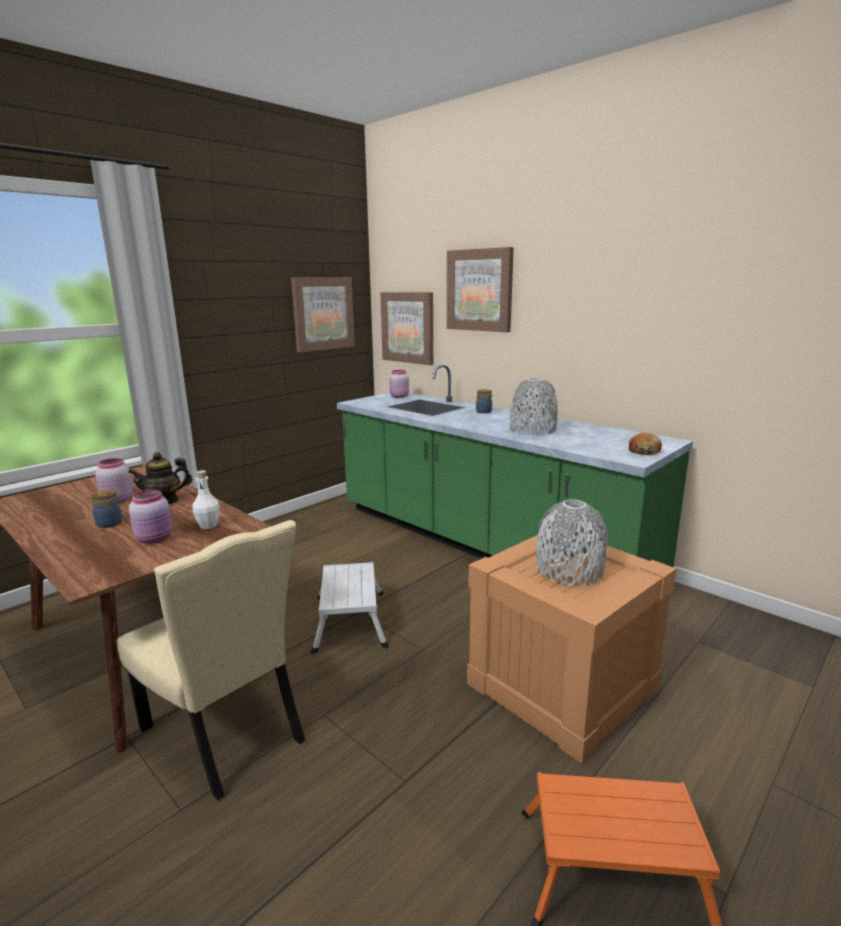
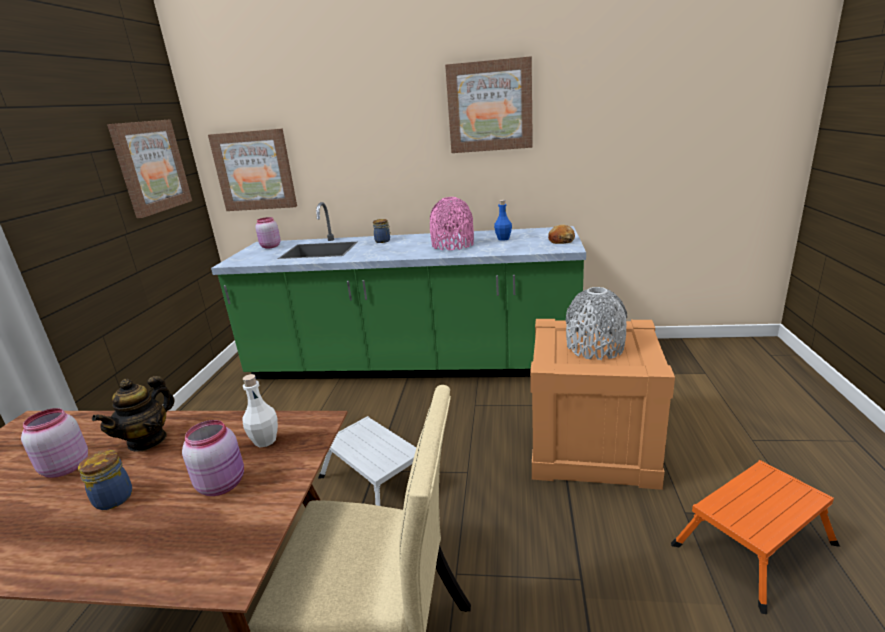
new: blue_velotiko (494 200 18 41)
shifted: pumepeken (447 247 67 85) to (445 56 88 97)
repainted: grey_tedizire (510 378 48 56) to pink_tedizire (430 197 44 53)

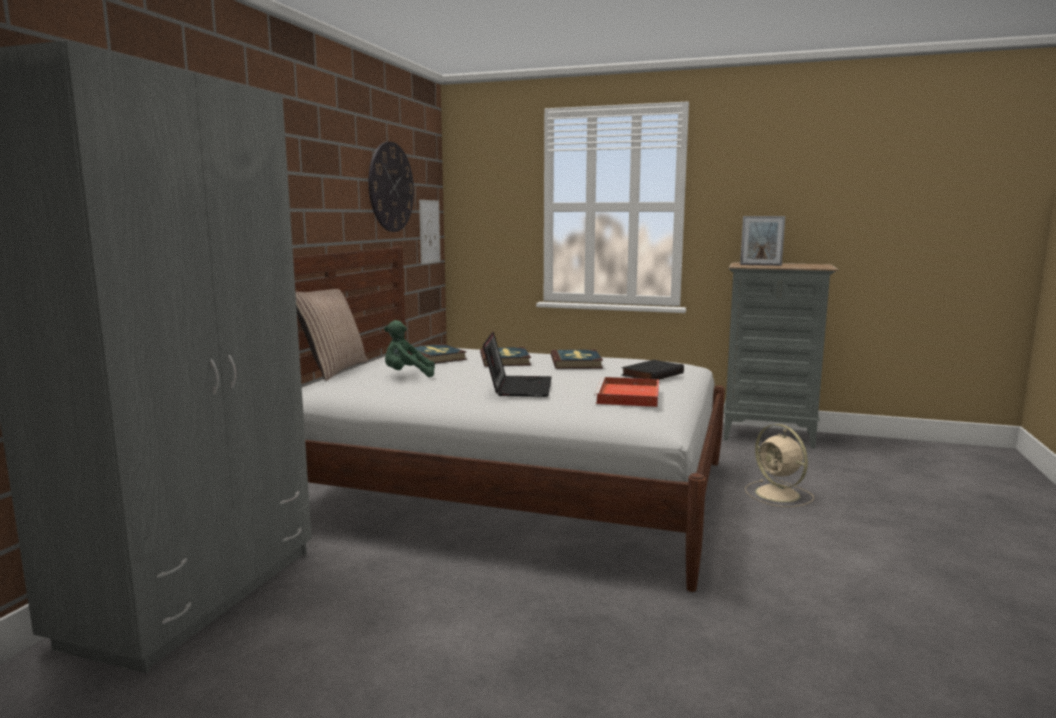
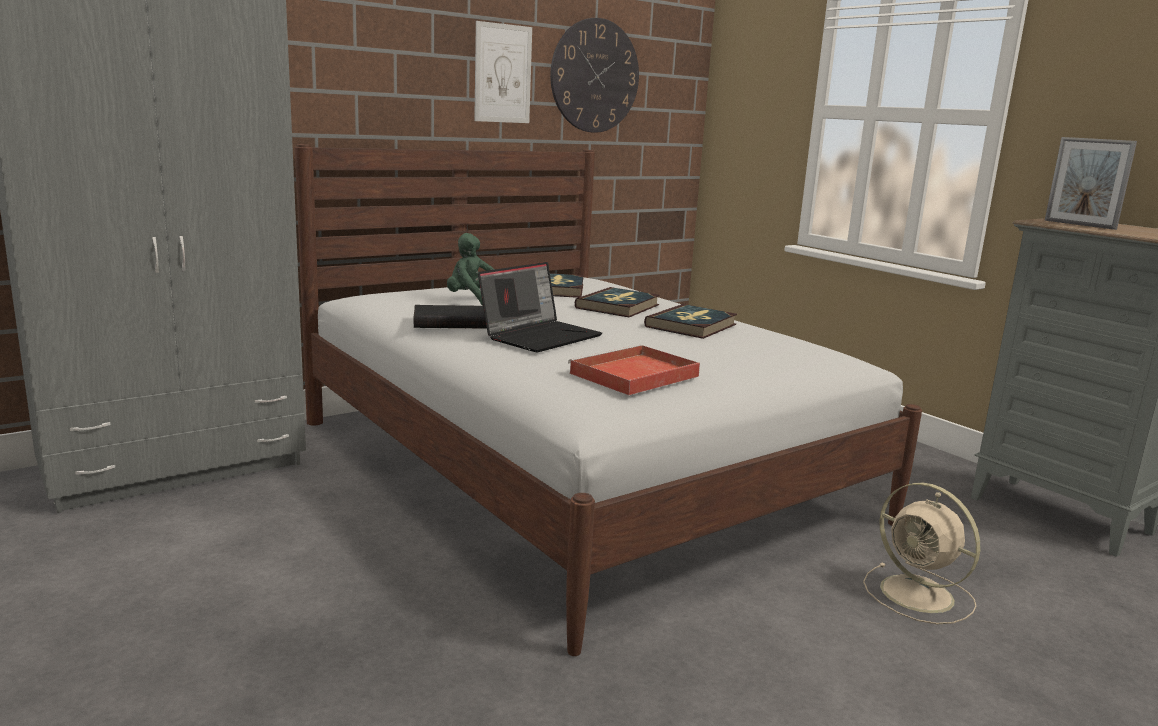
gone: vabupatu (295 289 73 92)
shifted: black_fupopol (621 360 63 20) to (414 305 73 24); pumepeken (419 200 22 64) to (474 21 58 102)
rotated: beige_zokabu (745 424 69 83) = (863 483 117 141) 45 degrees counterclockwise

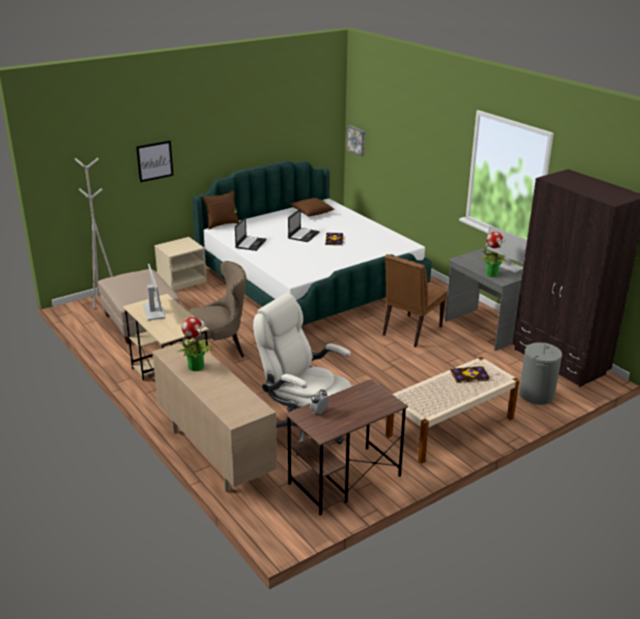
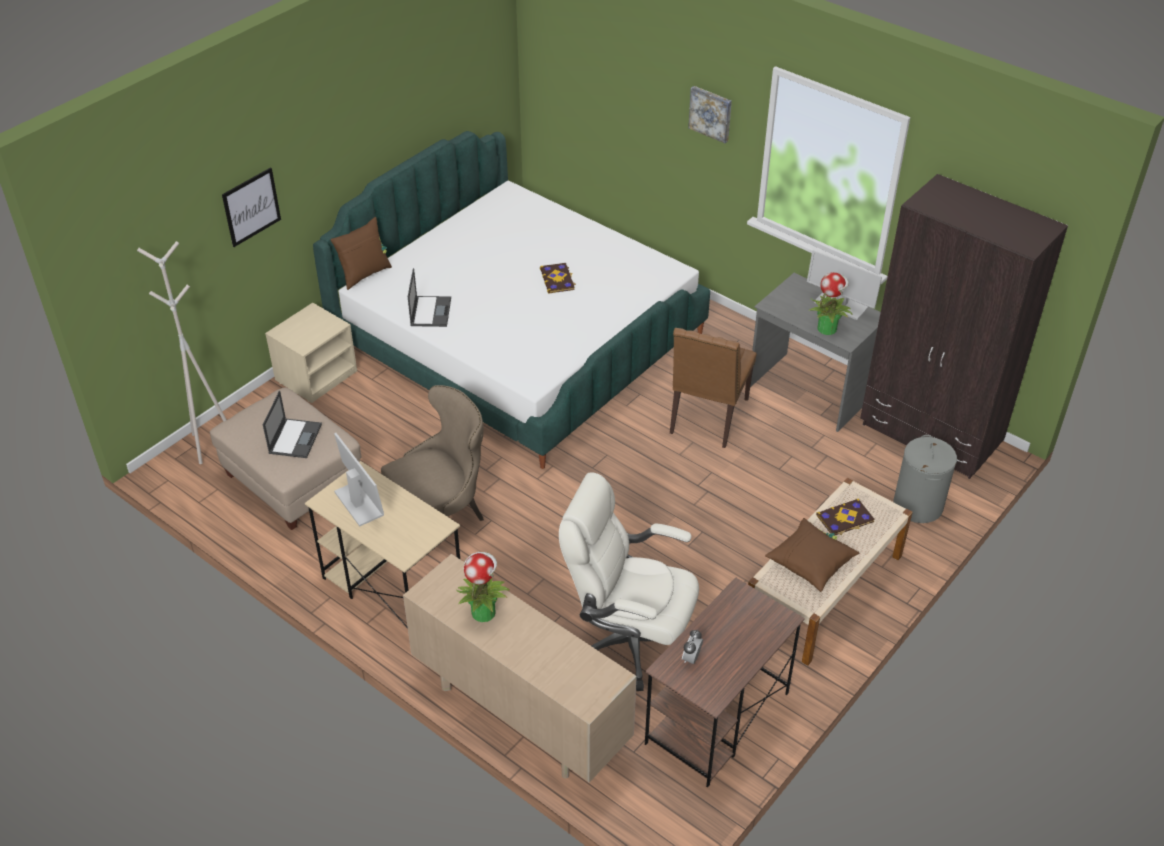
shifted: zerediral (288 208 32 34) to (263 391 59 67); pumepeken (347 125 18 31) to (688 86 44 57); brown_vabupatu (290 198 44 18) to (765 518 94 74)

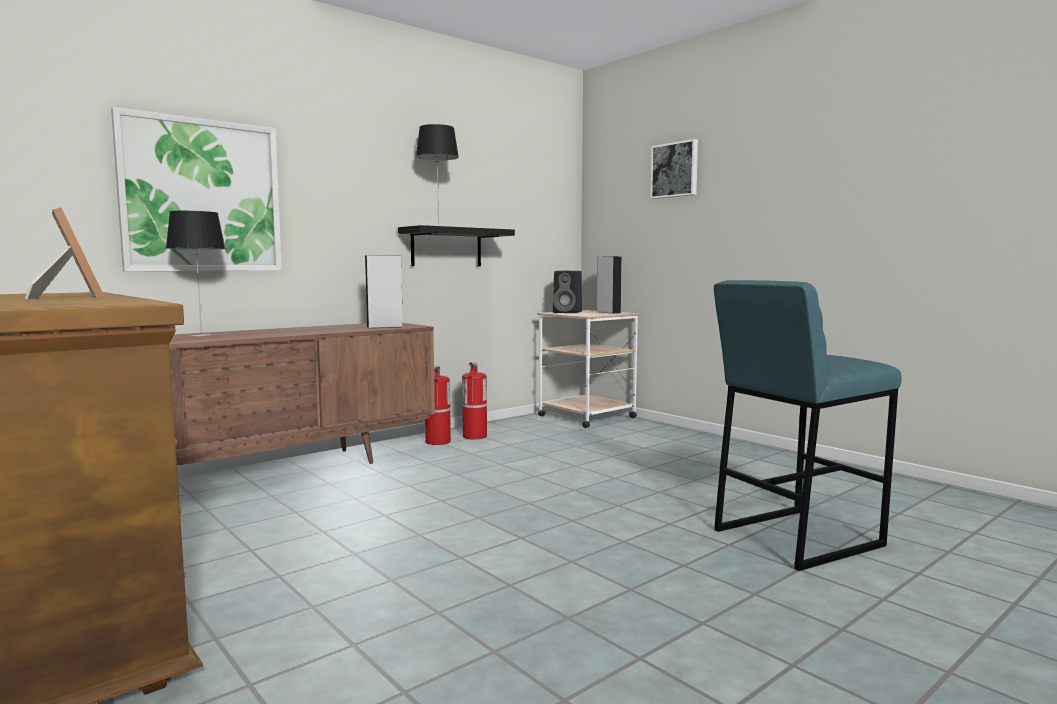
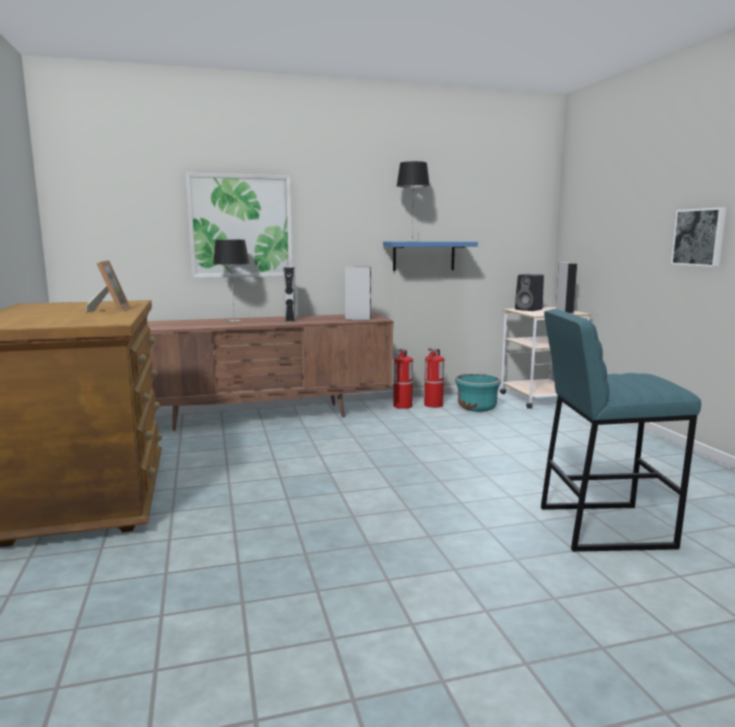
new: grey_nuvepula (284 266 13 56); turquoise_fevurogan (455 374 46 38)
shifted: pumepeken (650 139 48 60) to (671 207 55 60)
repainted: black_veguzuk (398 225 117 41) to blue_veguzuk (383 241 95 30)

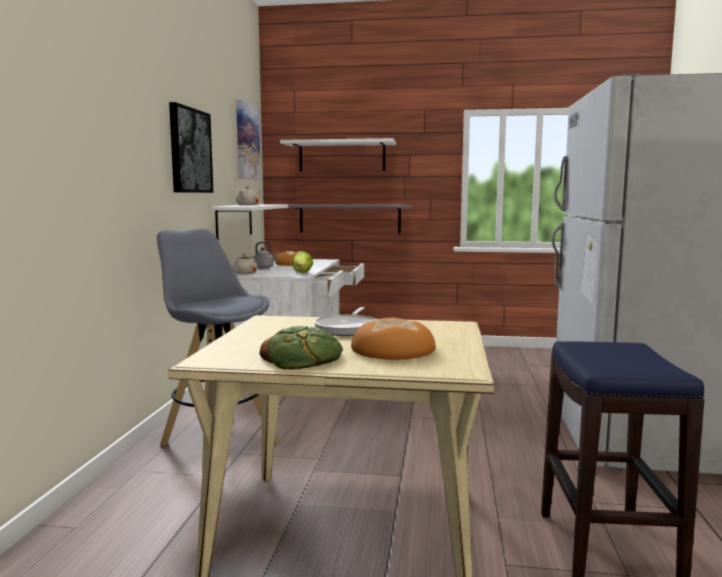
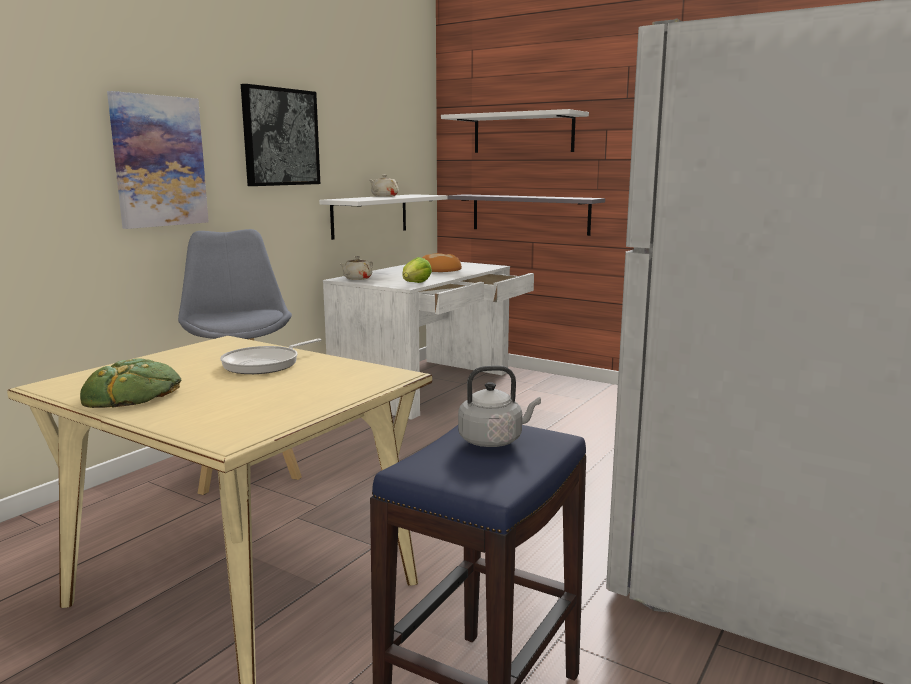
gone: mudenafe (351 317 85 43)
shifted: pumepeken (236 100 25 80) to (107 91 102 138); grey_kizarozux (252 242 27 27) to (458 366 83 81)

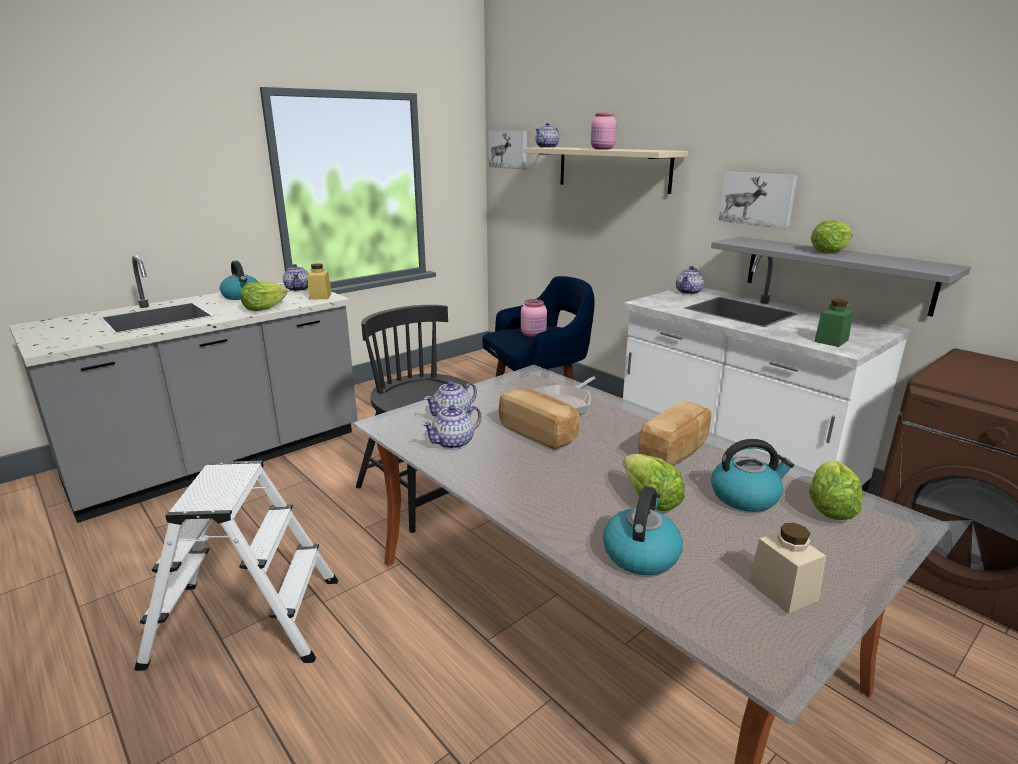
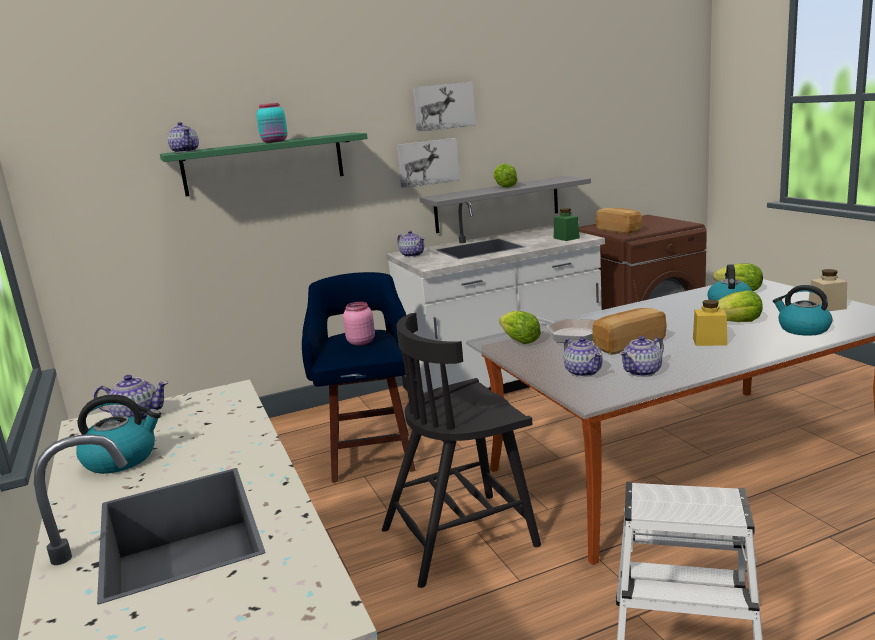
shifted: pumepeken (489 131 38 38) to (412 82 64 50); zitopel (240 281 47 30) to (499 311 42 33); mudenafe (638 401 73 64) to (596 208 46 26); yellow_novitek (307 263 24 37) to (693 300 34 46)
repainted: beige_veguzuk (523 147 165 47) to green_veguzuk (160 133 208 63); pink_novitek (591 113 26 36) to turquoise_novitek (257 103 30 40)
rotated: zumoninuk (422 405 59 44) = (619 336 45 41) 75 degrees clockwise

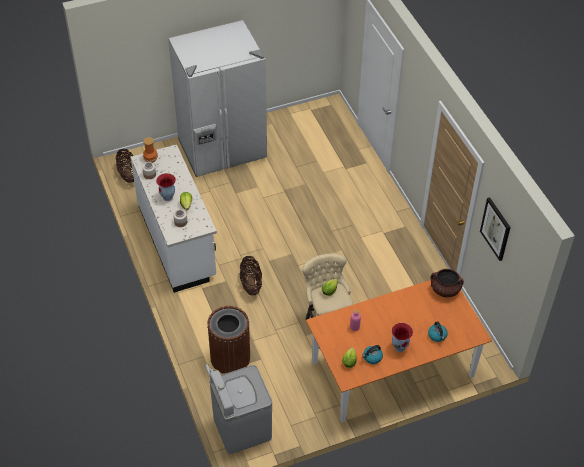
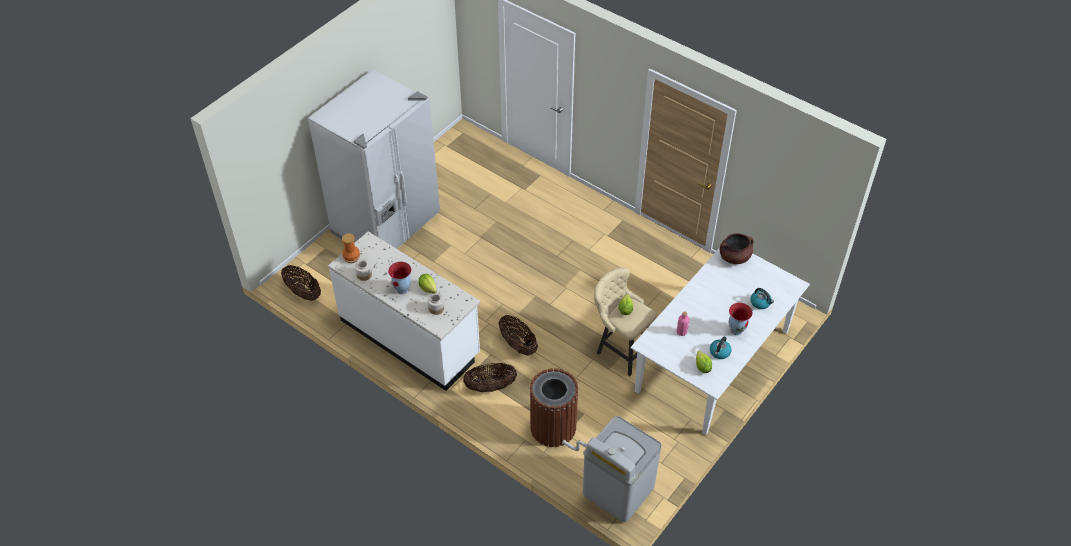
gone: pumepeken (480 197 31 64)
new: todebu (463 363 54 29)
repainted: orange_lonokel (306 280 186 143) to white_lonokel (631 248 179 187)

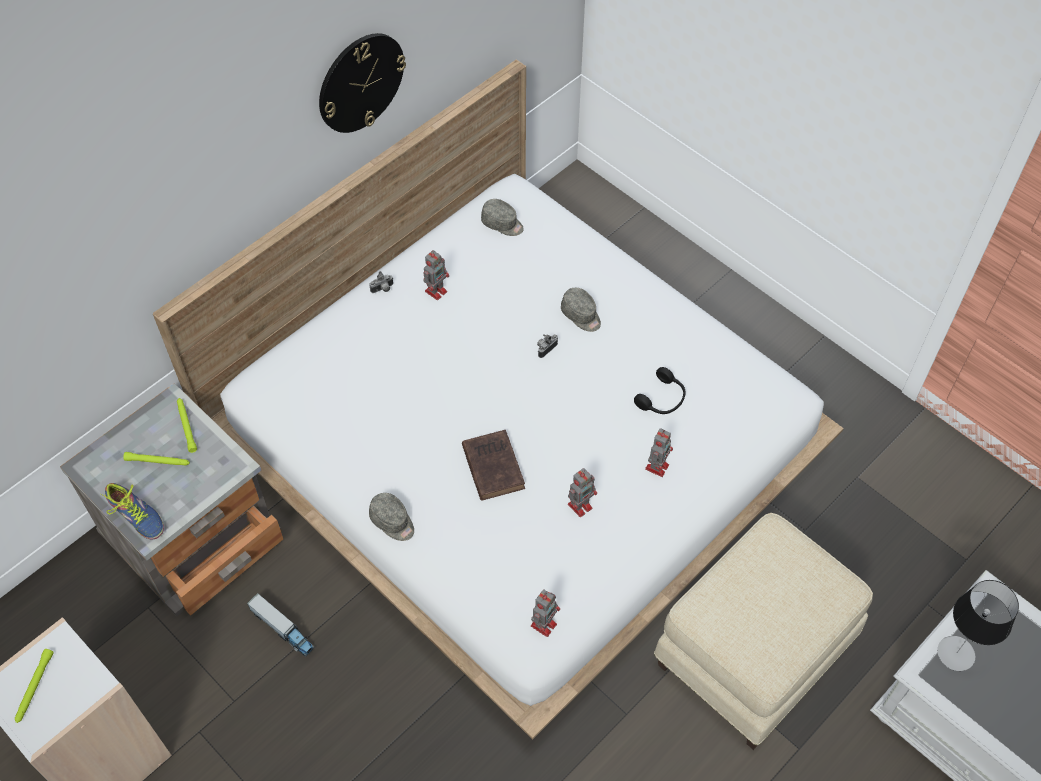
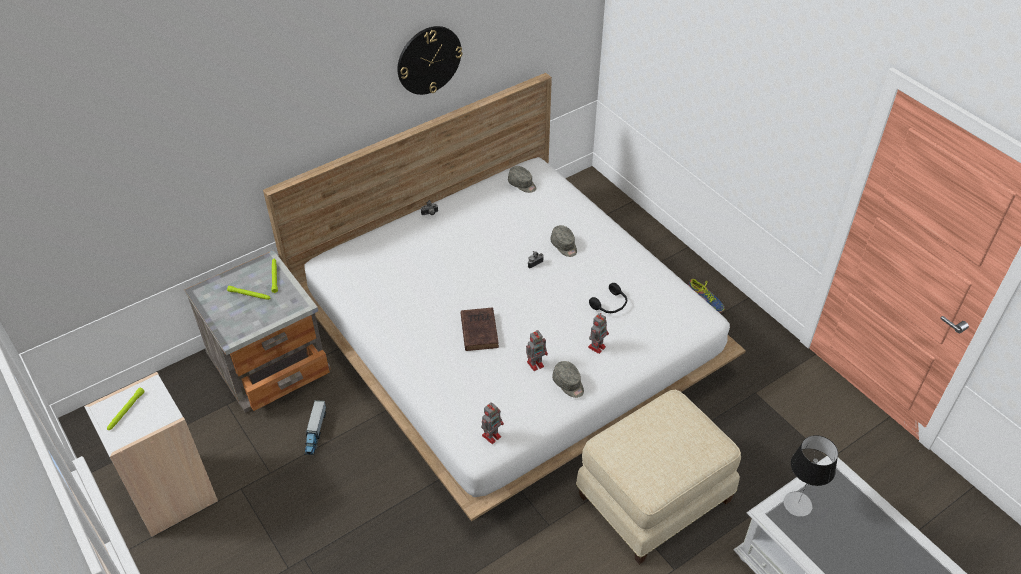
gone: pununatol (423 250 26 50)
shifted: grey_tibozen (369 493 45 48) to (552 361 32 37); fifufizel (101 483 63 56) to (688 279 36 34)
rotated: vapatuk (247 593 68 64) = (305 400 21 55) 45 degrees clockwise

